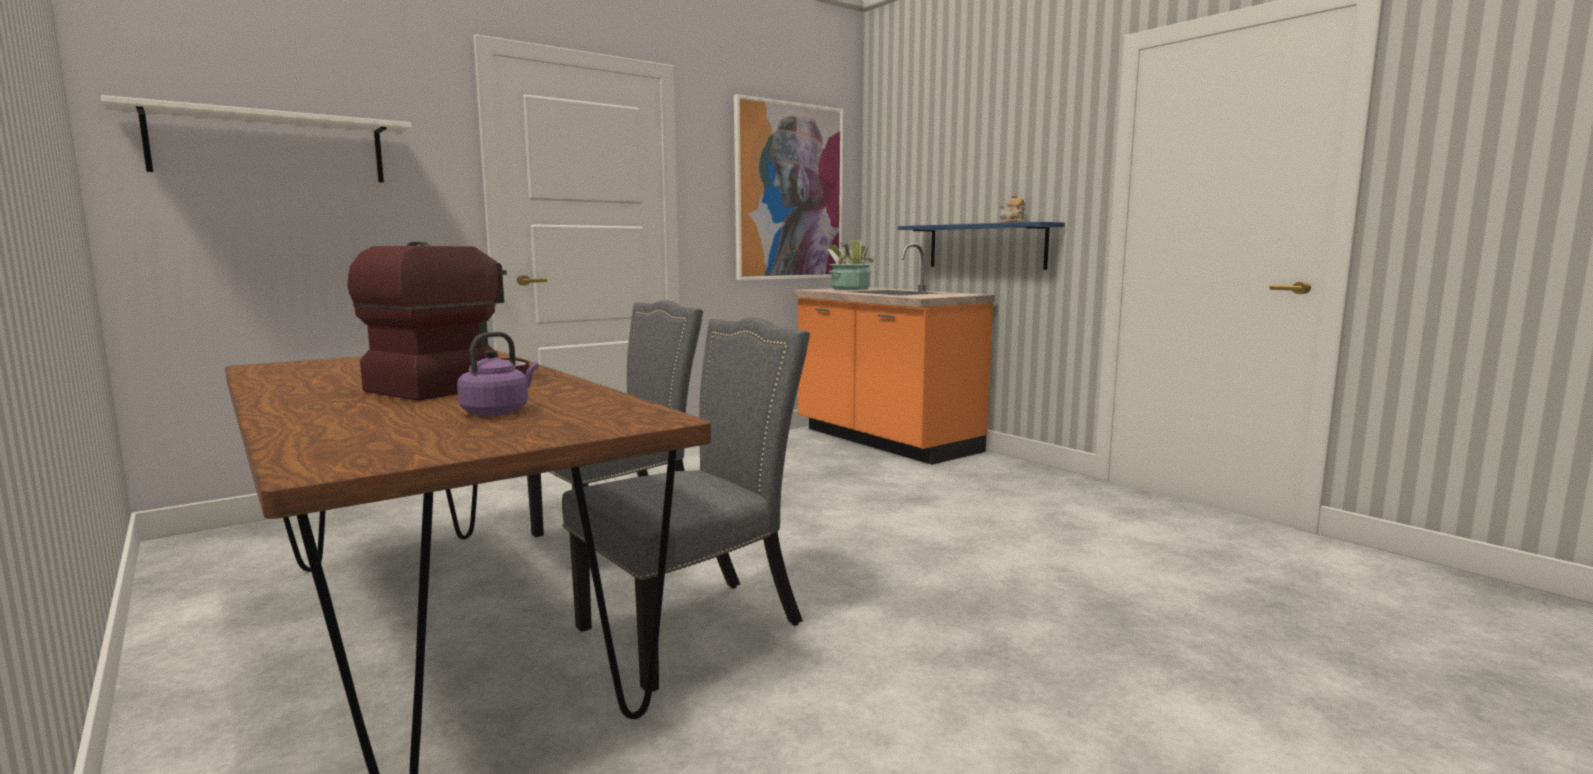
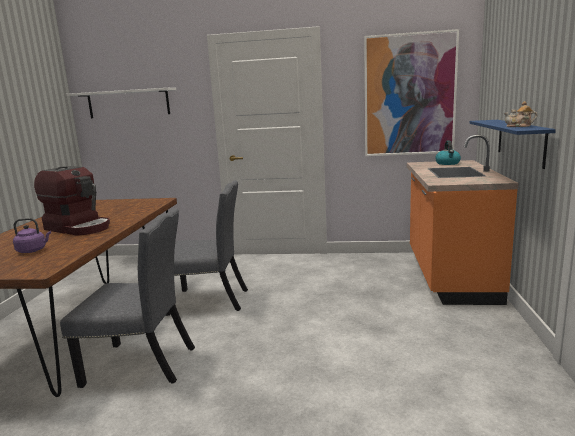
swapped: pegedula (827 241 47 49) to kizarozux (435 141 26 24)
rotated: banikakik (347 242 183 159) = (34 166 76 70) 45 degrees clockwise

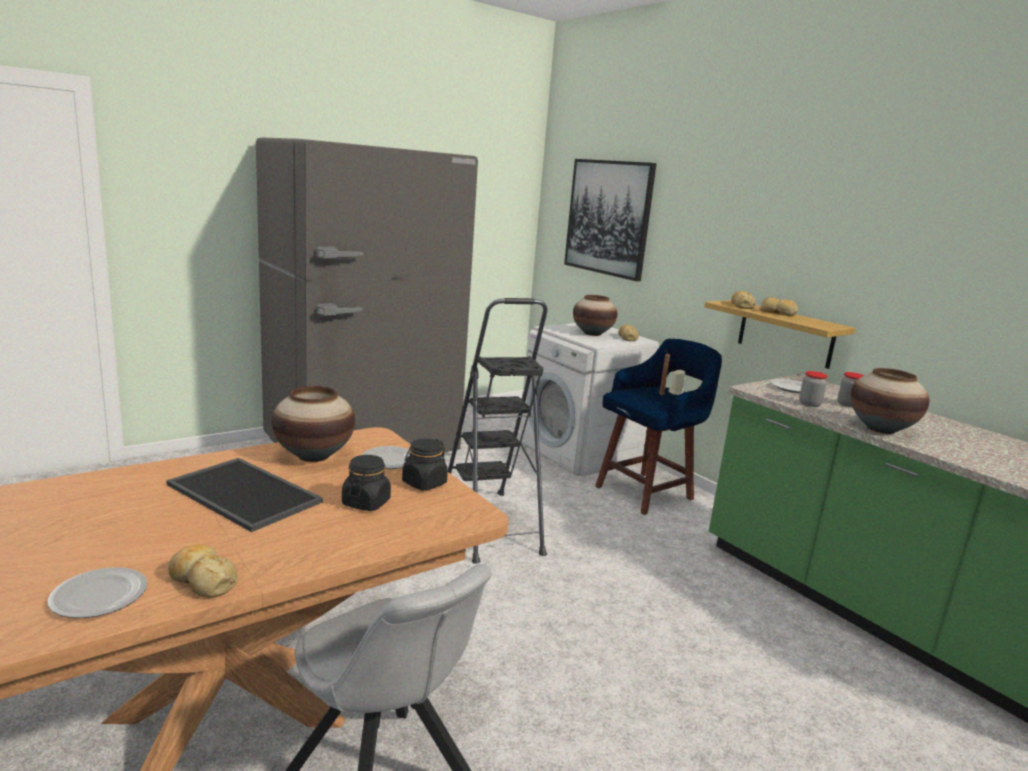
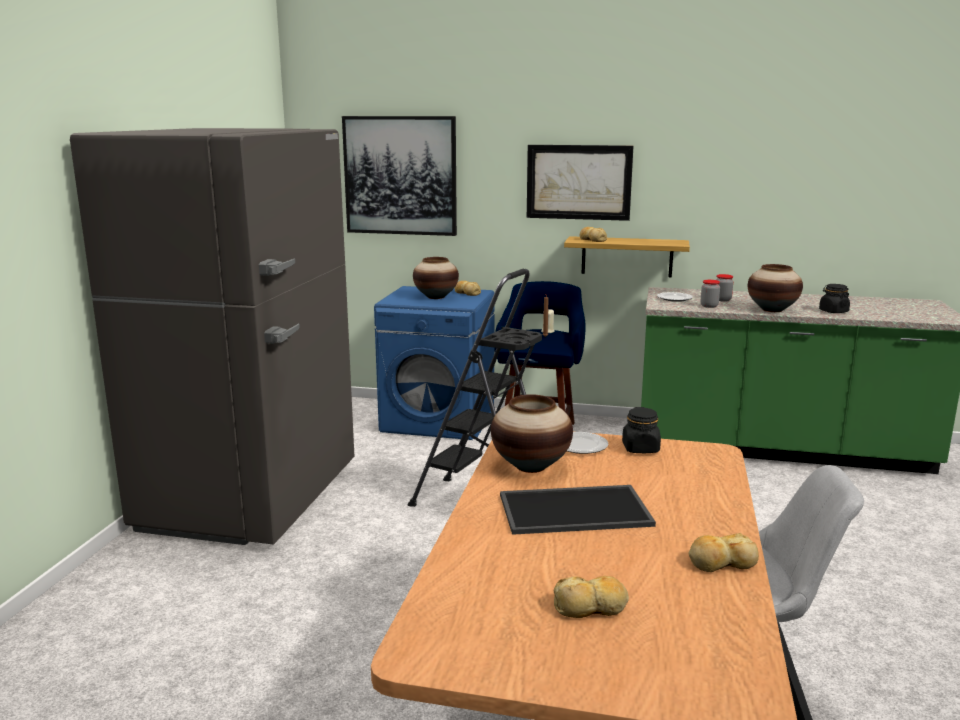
gone: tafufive (47 567 100 51)
new: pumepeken (527 145 106 76)
shifted: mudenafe (760 297 38 19) to (554 576 75 42); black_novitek (342 455 49 56) to (819 284 31 29)
repainted: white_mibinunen (520 323 139 153) to blue_mibinunen (374 286 121 154)

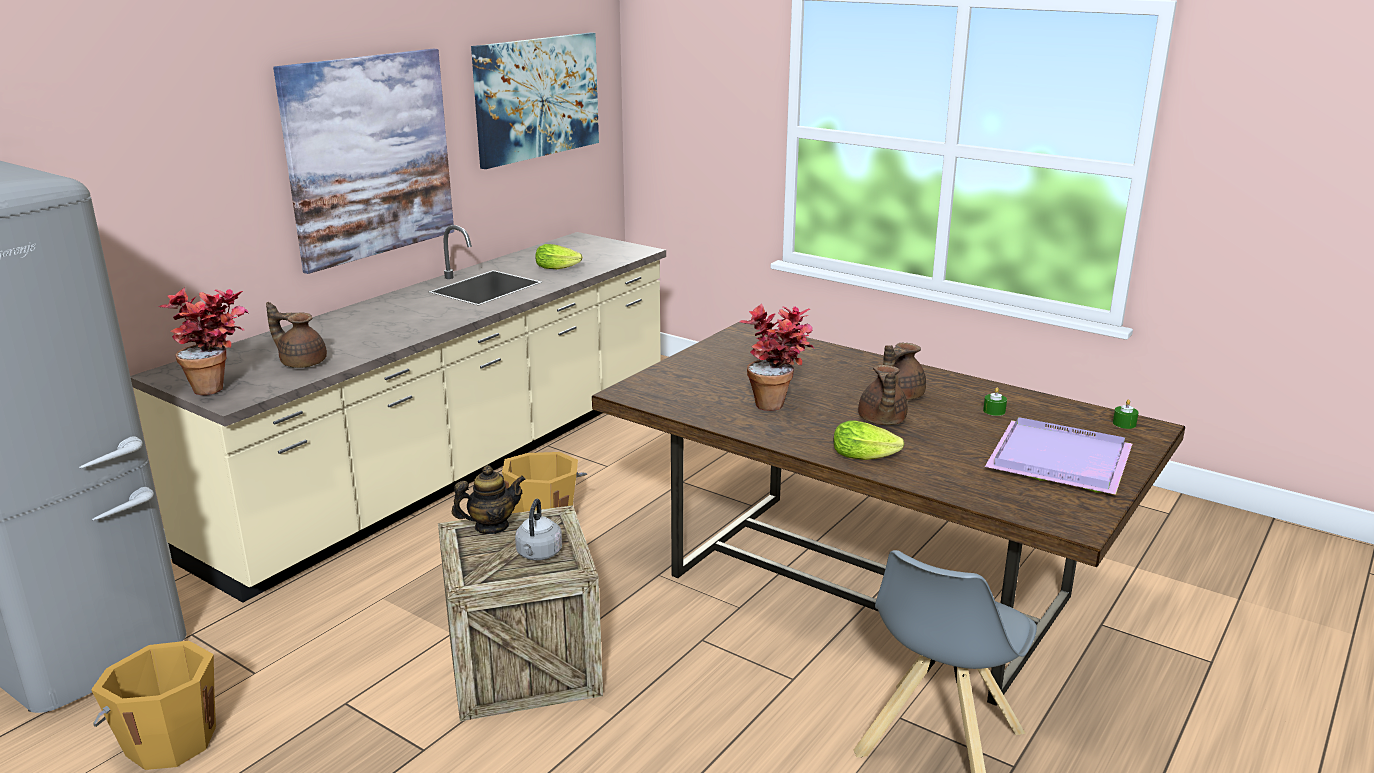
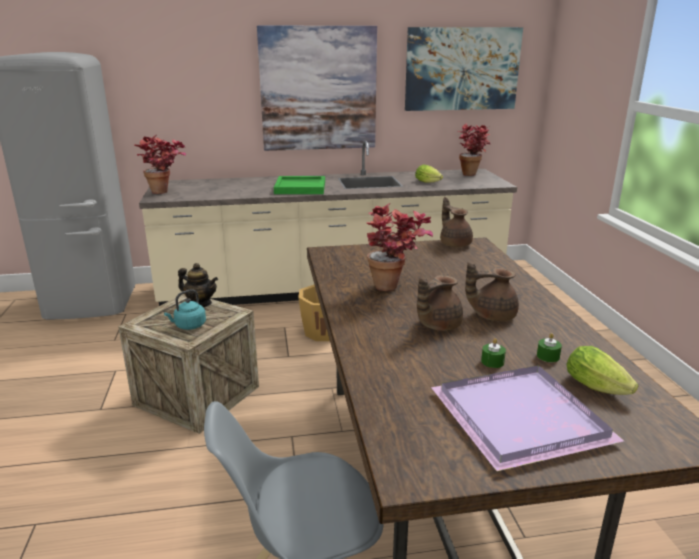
gone: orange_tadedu (91 641 125 129)
new: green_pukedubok (274 176 51 18); pegedula (458 124 32 52)
shifted: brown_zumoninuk (266 302 61 66) to (440 197 33 50); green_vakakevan (1113 400 26 29) to (481 338 25 30); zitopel (833 420 71 40) to (566 346 73 49)
repainted: grey_kizarozux (515 499 47 62) to turquoise_kizarozux (164 289 42 41)

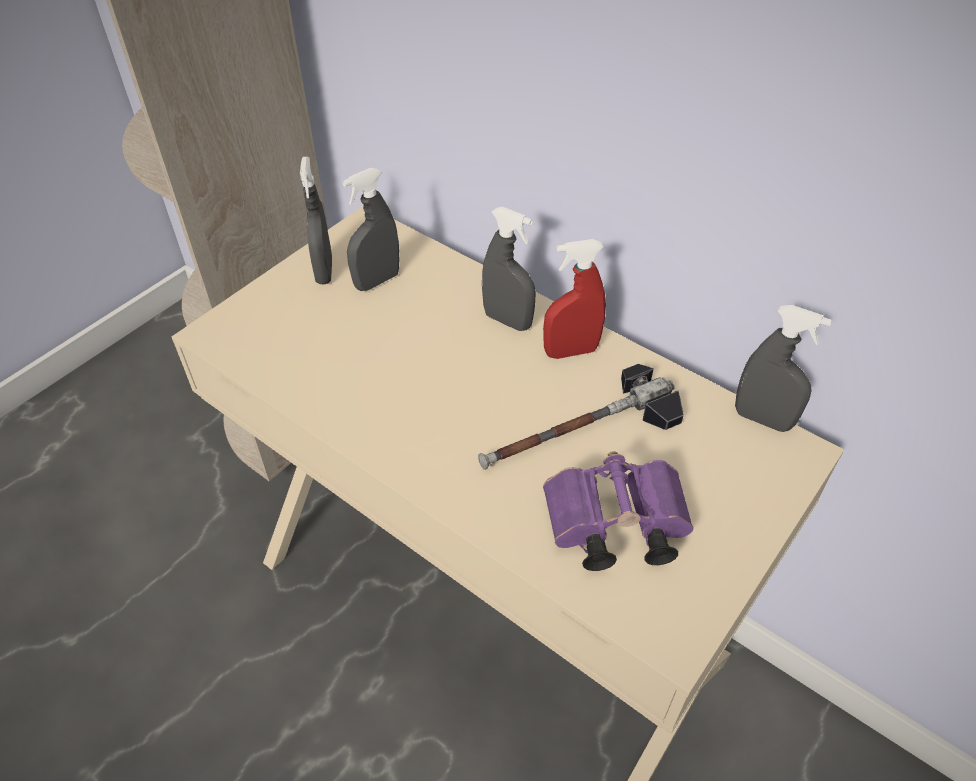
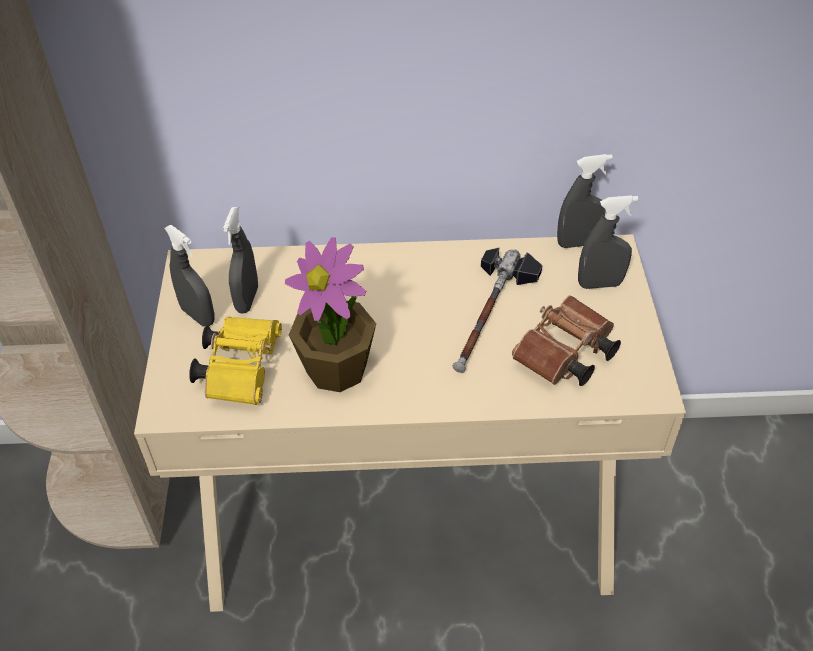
gone: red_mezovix (543 239 63 120)
new: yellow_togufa (189 317 93 88); pegedula (285 237 91 155)
shifted: grey_mezovix (482 206 54 125) to (578 195 60 94)
repainted: purple_togufa (543 451 150 120) to brown_togufa (512 296 109 90)

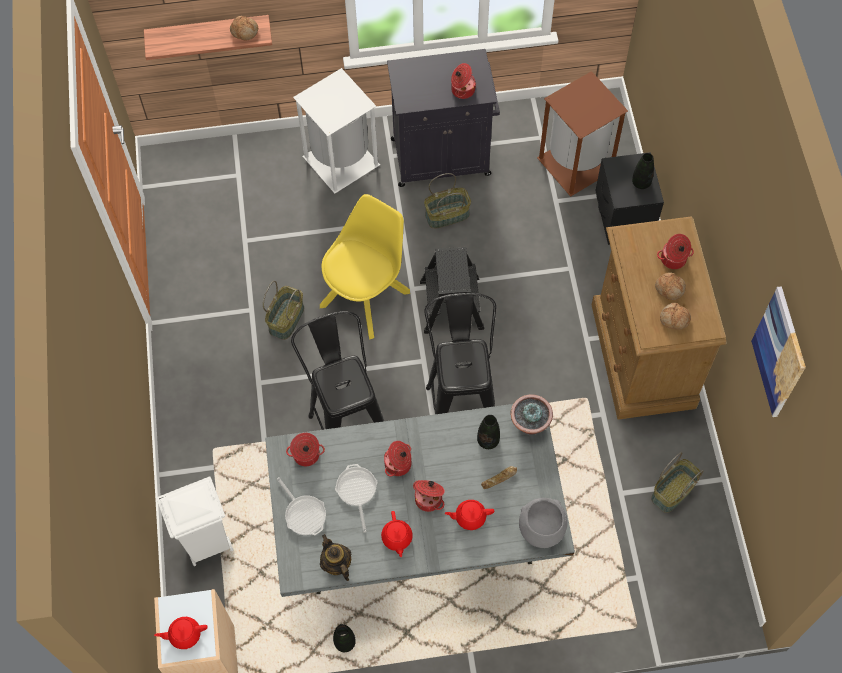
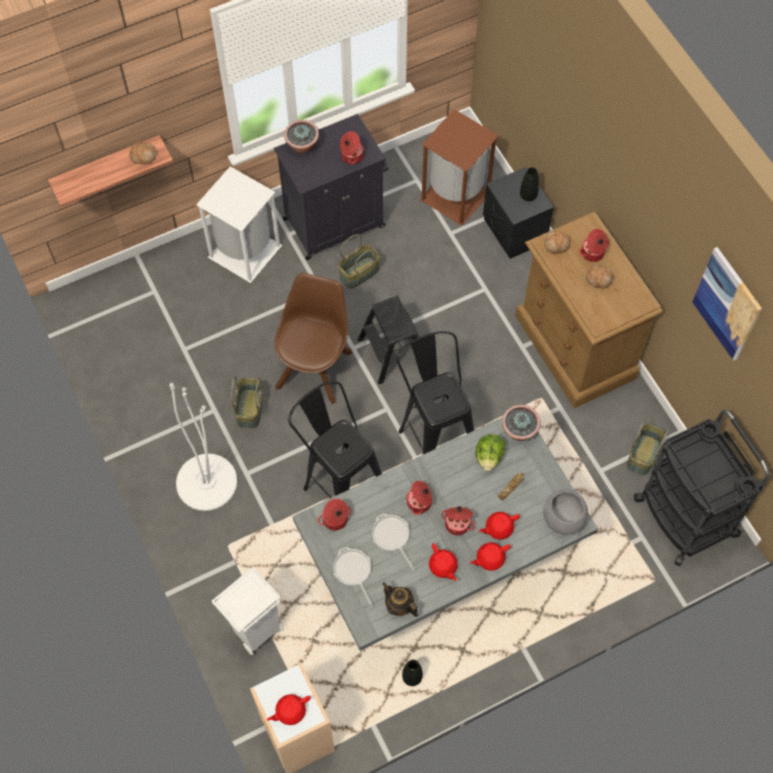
new: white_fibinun (169 383 68 128); pegedula (284 120 35 34); red_zumoninuk (470 542 41 29); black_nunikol (634 410 136 156)
shifted: mudenafe (660 303 31 27) to (544 230 27 23)
swapped: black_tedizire (477 415 23 34) to zitopel (475 434 30 38)
repainted: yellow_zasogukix (320 194 90 146) to brown_zasogukix (274 273 79 131)
rotated: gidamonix (277 477 49 58) = (333 547 41 61) 150 degrees counterclockwise

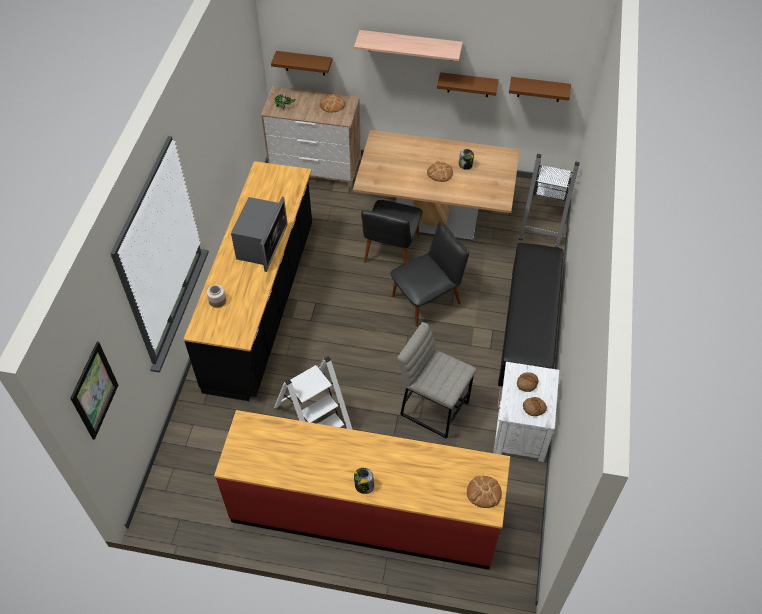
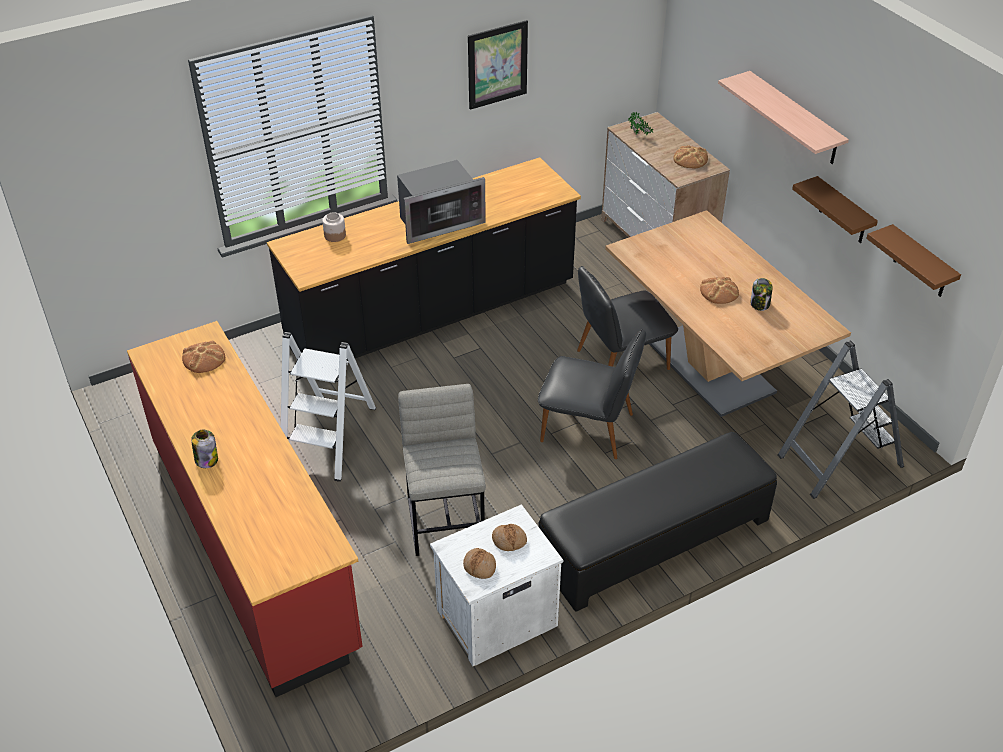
gone: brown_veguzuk (271 51 61 24)
shifted: mudenafe (467 476 35 32) to (182 341 43 32); pumepeken (70 342 48 98) to (468 20 60 90)

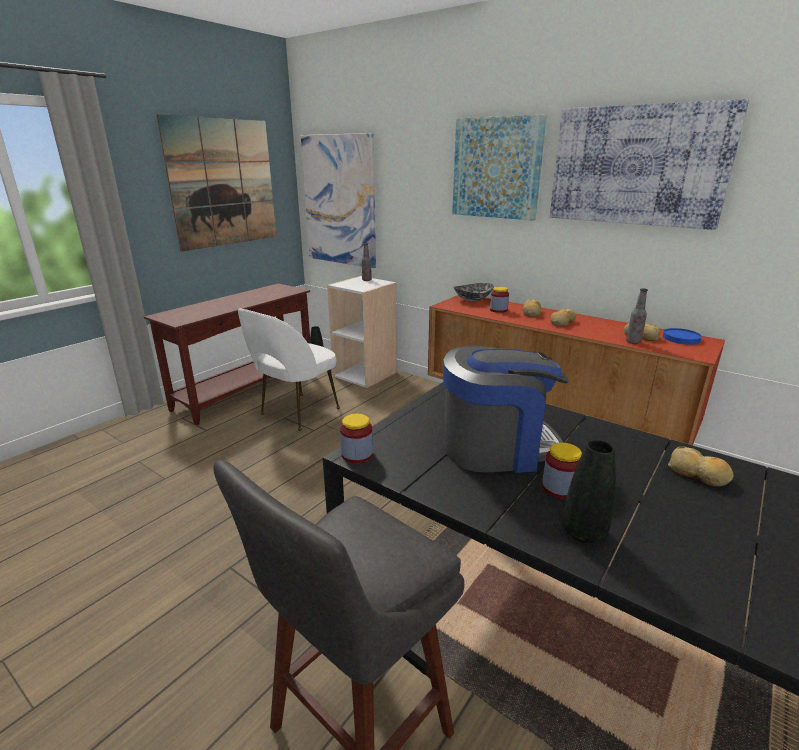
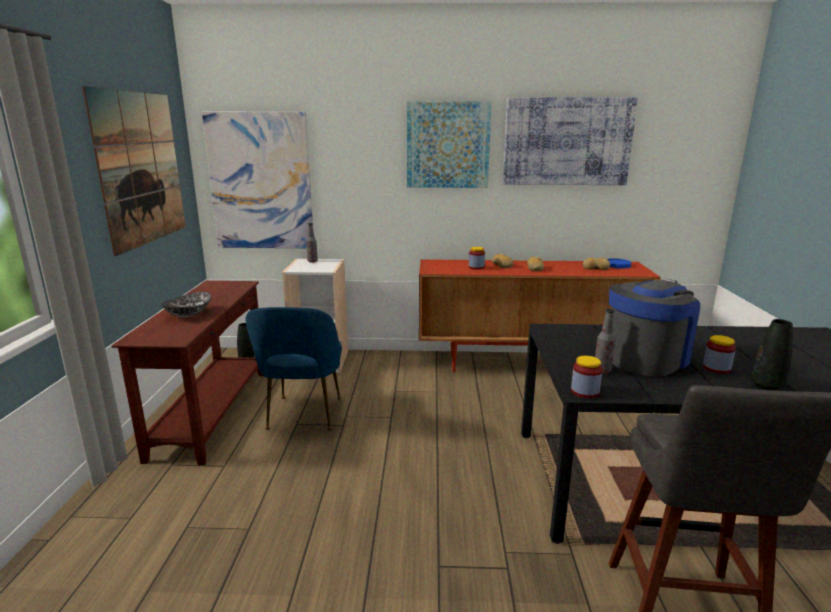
gone: mudenafe (668 446 66 41)
shifted: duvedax (453 283 41 19) to (160 292 52 26); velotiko (626 288 22 56) to (595 309 20 64)
repainted: white_zasogukix (238 308 102 123) to blue_zasogukix (246 307 96 123)

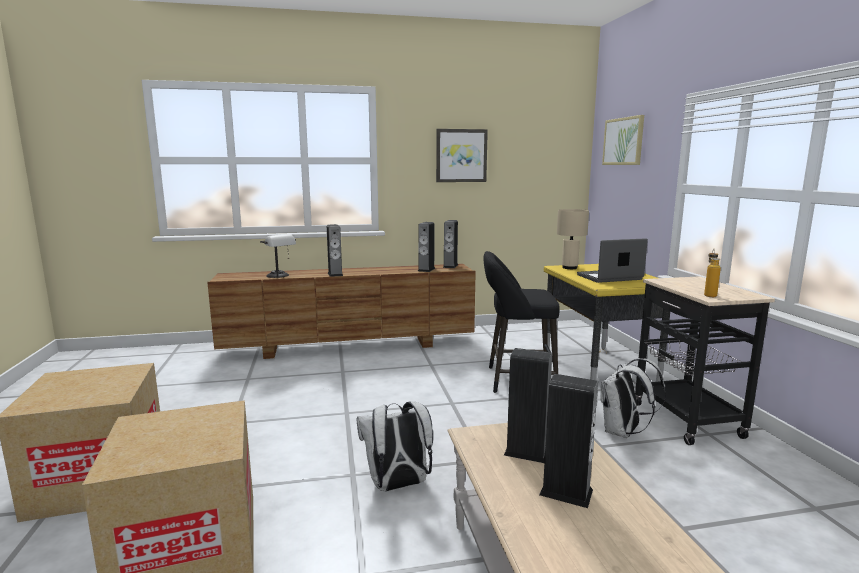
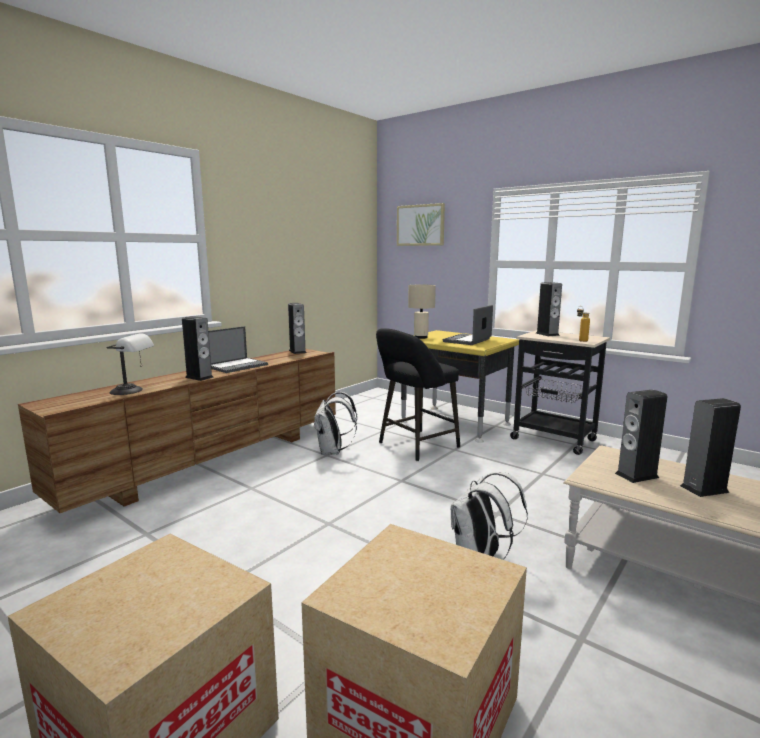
gone: pumepeken (436 129 52 53)
new: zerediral (208 326 60 47)
shifted: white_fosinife (600 358 66 80) to (313 392 44 63); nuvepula (418 222 17 50) to (536 282 26 54)

